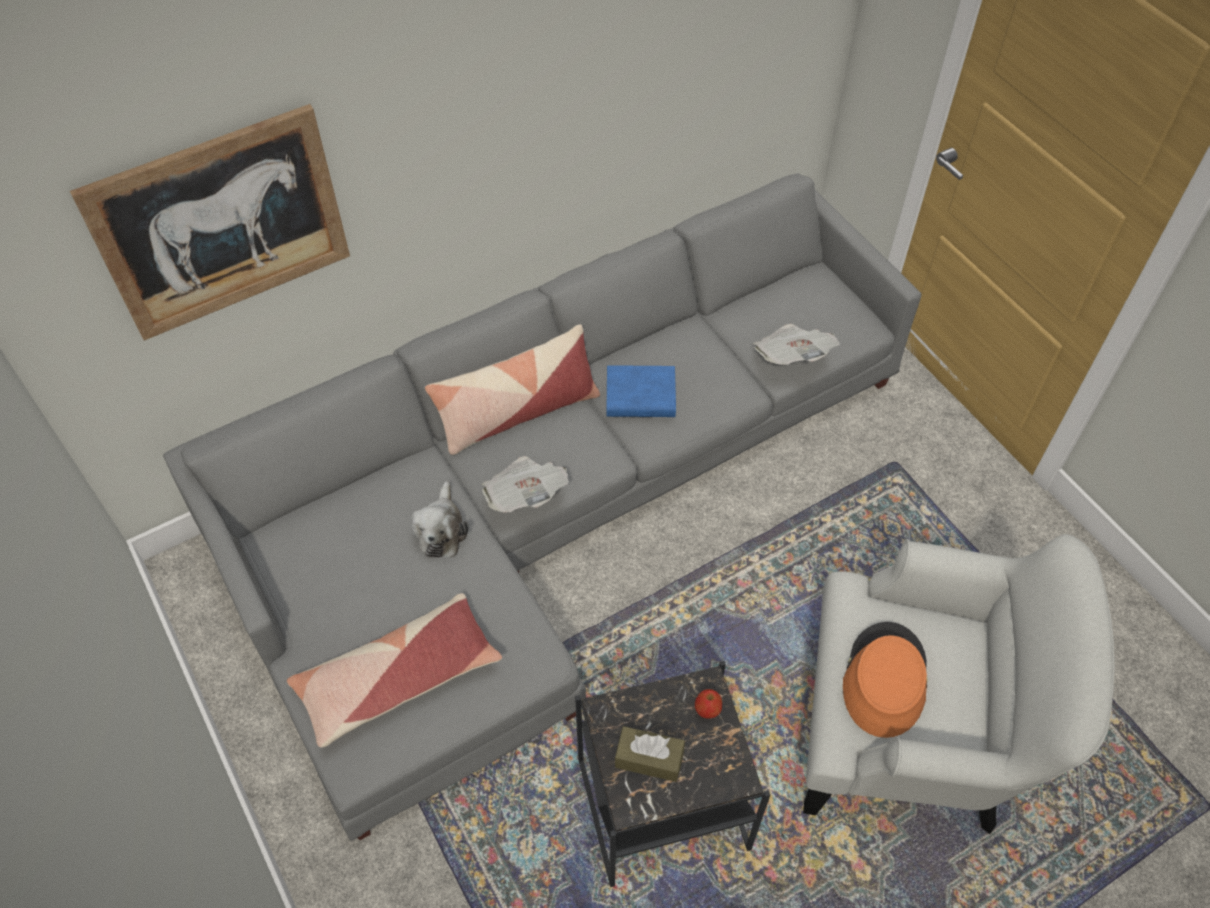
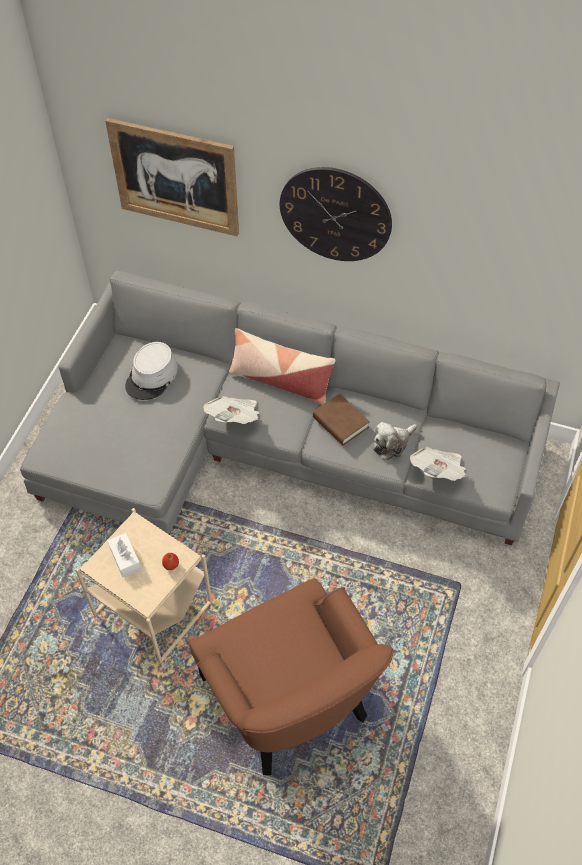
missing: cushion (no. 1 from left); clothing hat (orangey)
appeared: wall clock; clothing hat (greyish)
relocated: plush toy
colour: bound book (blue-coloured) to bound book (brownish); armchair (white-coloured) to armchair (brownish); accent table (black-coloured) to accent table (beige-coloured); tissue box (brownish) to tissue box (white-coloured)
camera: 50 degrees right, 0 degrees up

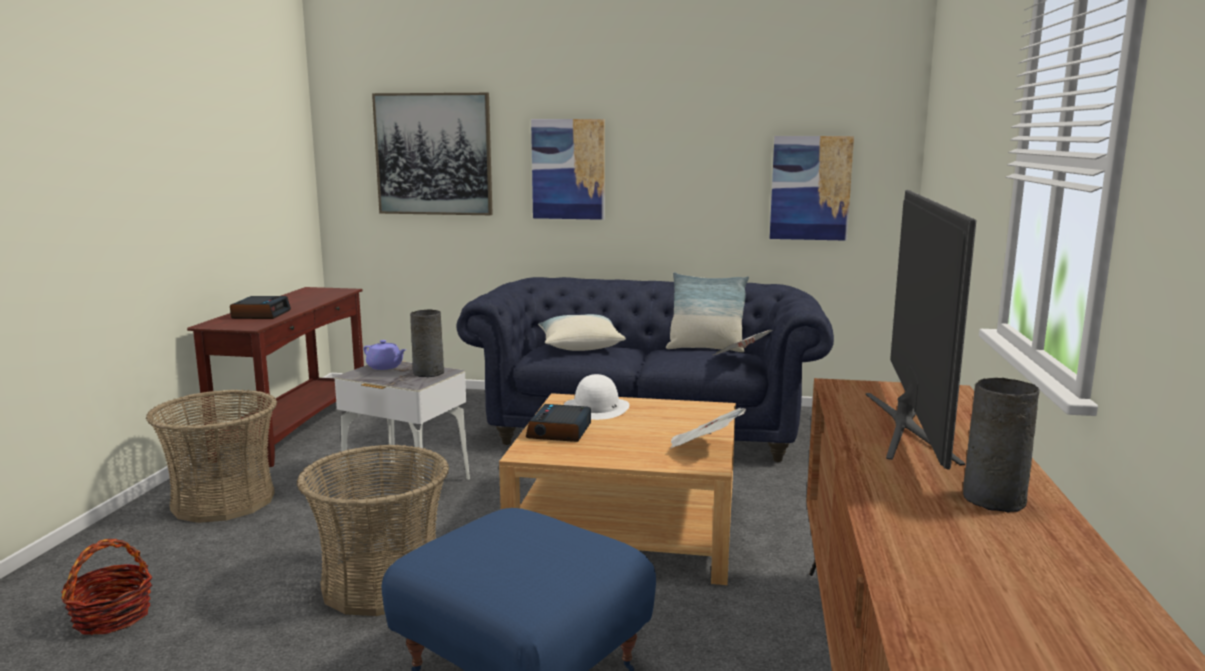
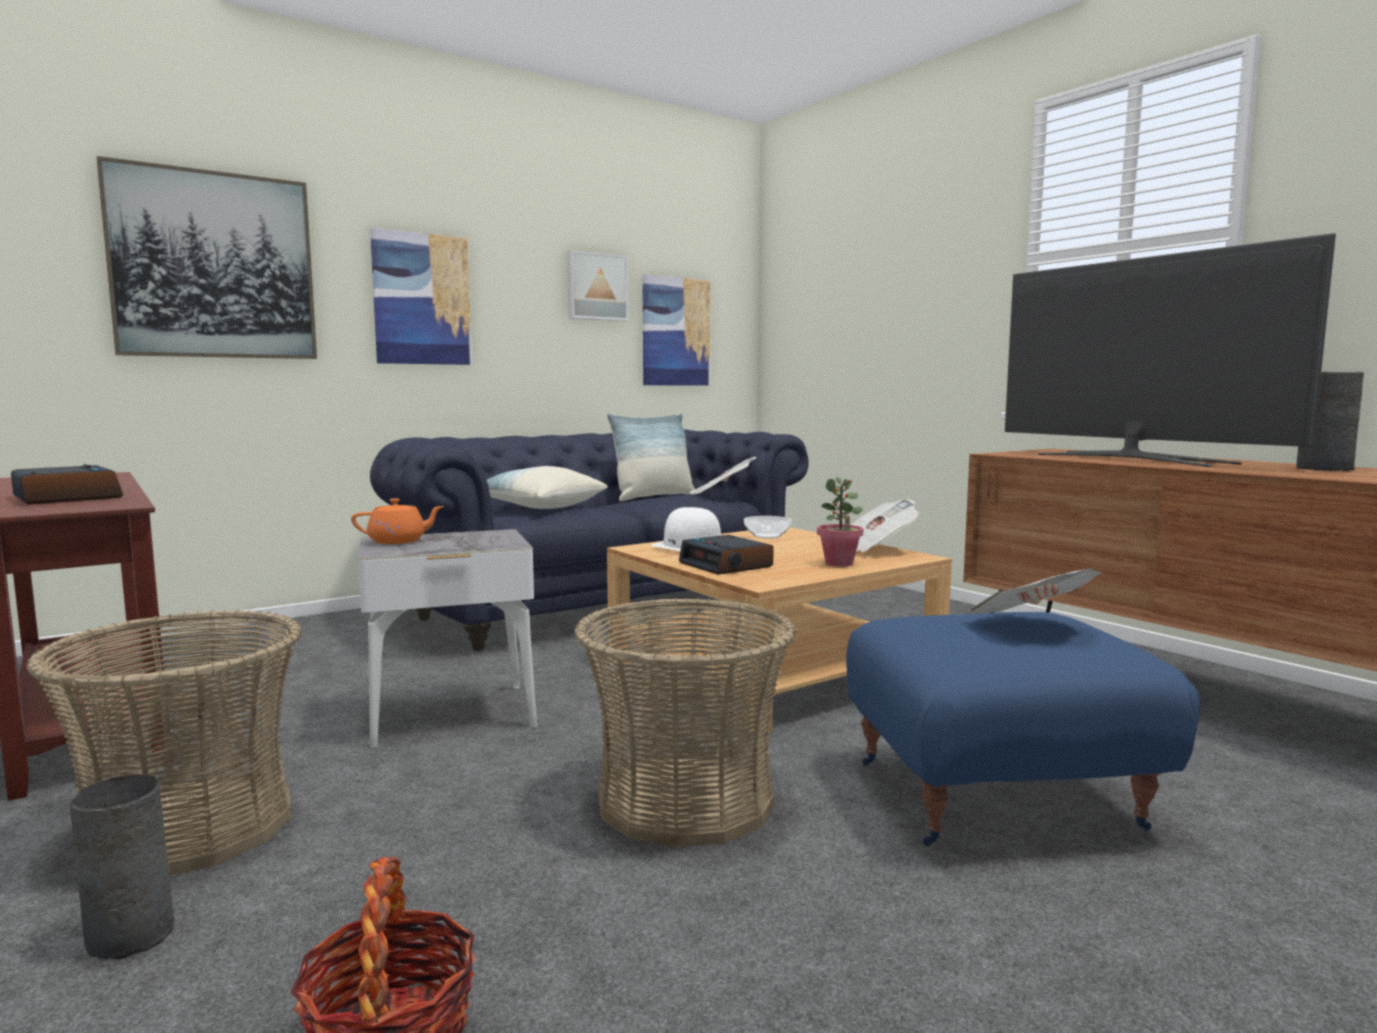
appeared: wall picture (no. 3 from left); houseplant; serving bowl; printed paper (no. 3 from left)
relocated: decorative vase (greyish) (no. 1 from left)
colour: teapot (purplish) to teapot (orangey)
camera: 45 degrees left, 5 degrees down

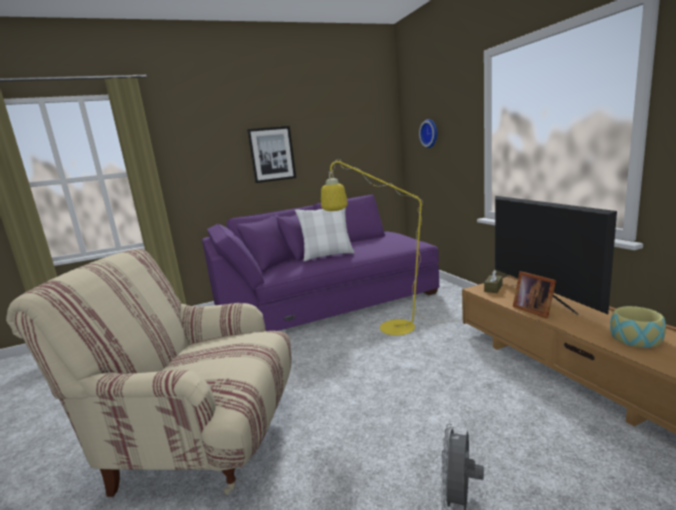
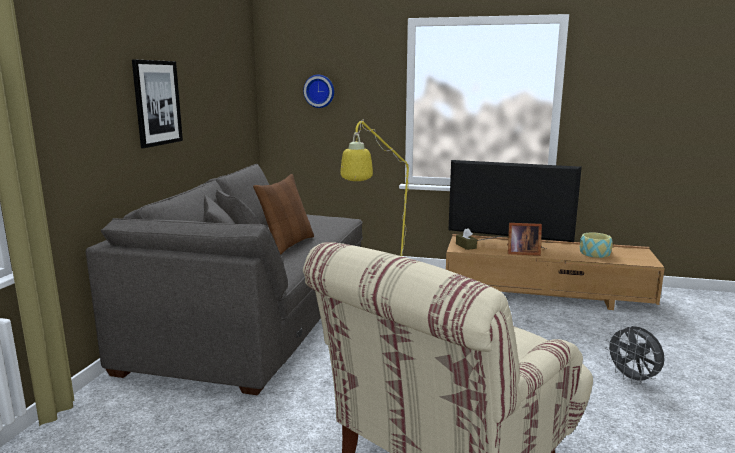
colour: couch (purplish) to couch (greyish); cushion (white-coloured) to cushion (brownish)
camera: 55 degrees left, 0 degrees up

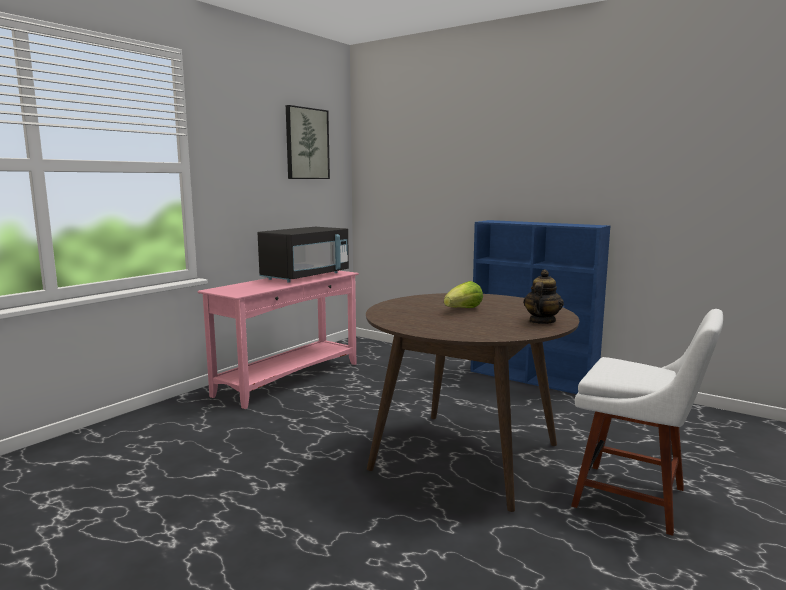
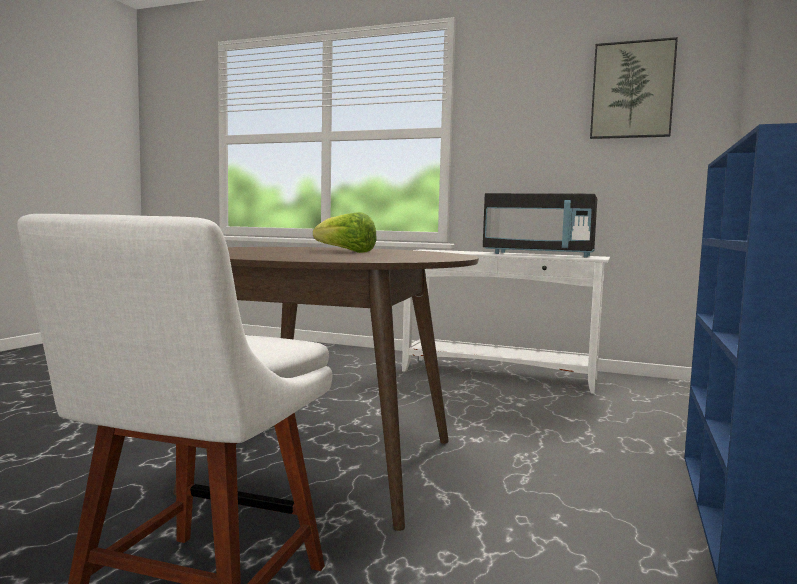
missing: teapot
colour: hall table (pink-coloured) to hall table (white-coloured)
camera: 75 degrees right, 5 degrees down

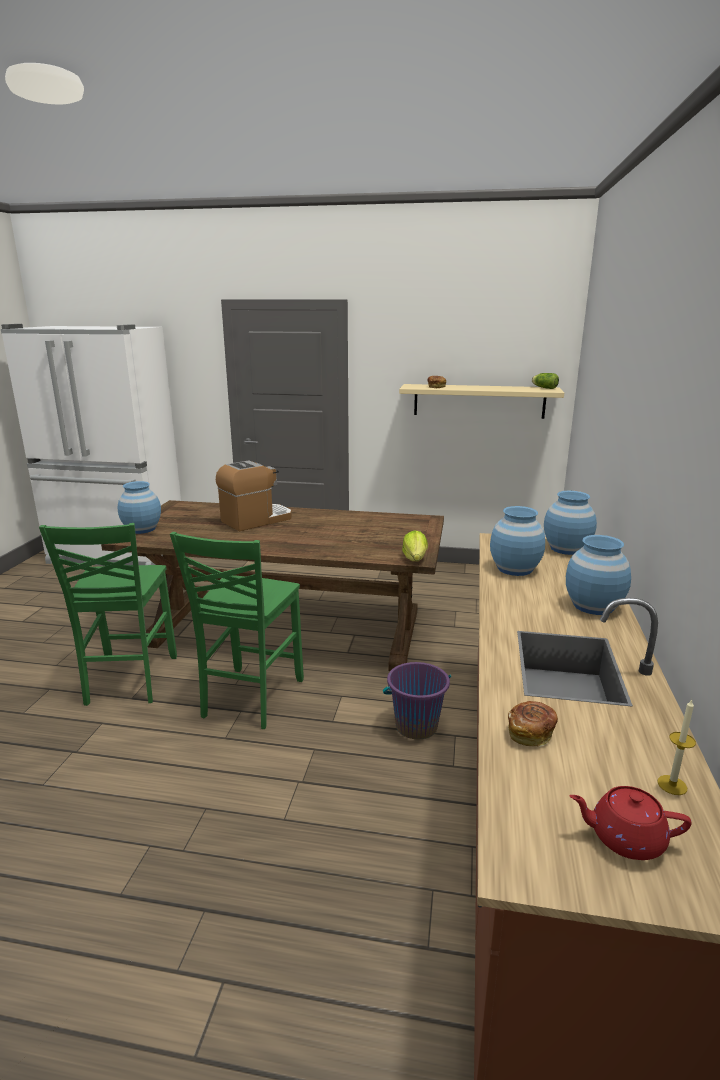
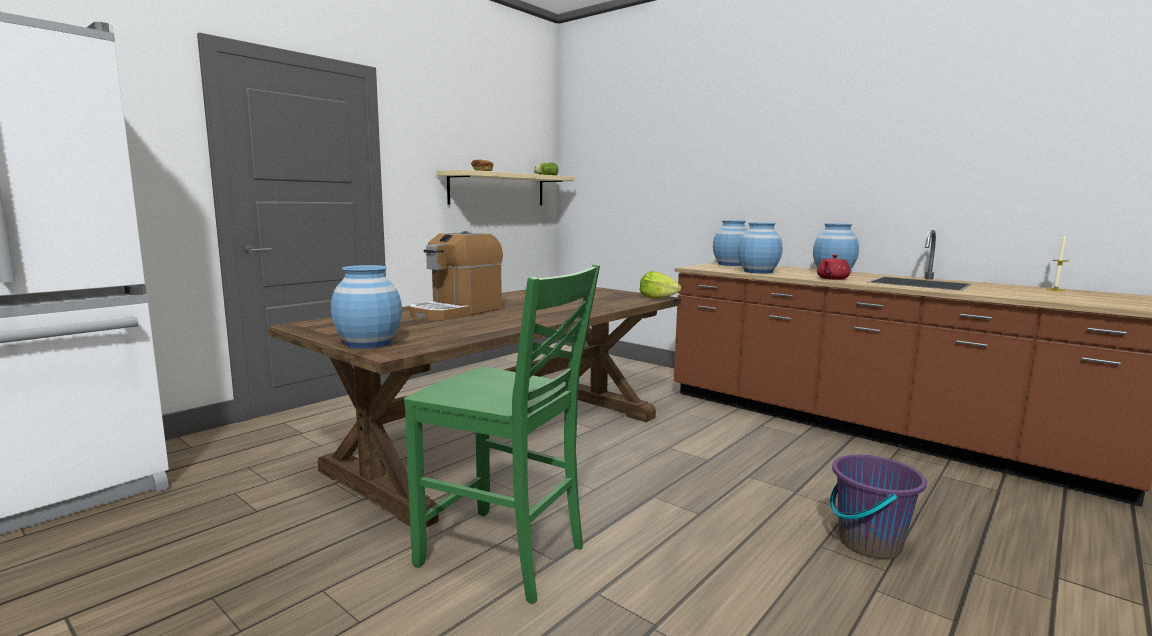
missing: plain chair (green-coloured) (no. 2 from left); bakery bread (no. 2 from left)
relocated: pail (purplish); teapot (red)
spun: coffee brewer 135 degrees counterclockwise
camera: 60 degrees left, 10 degrees down

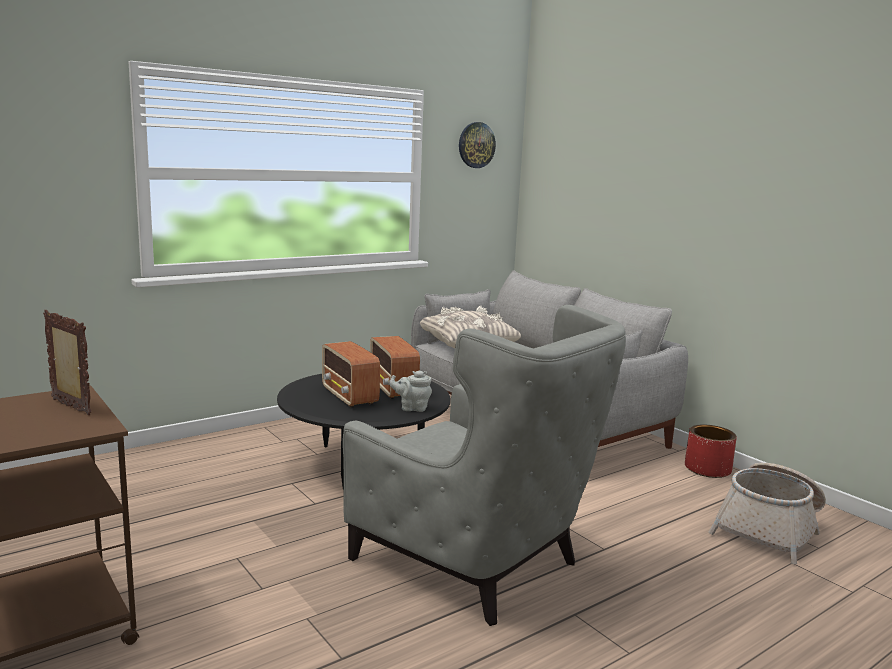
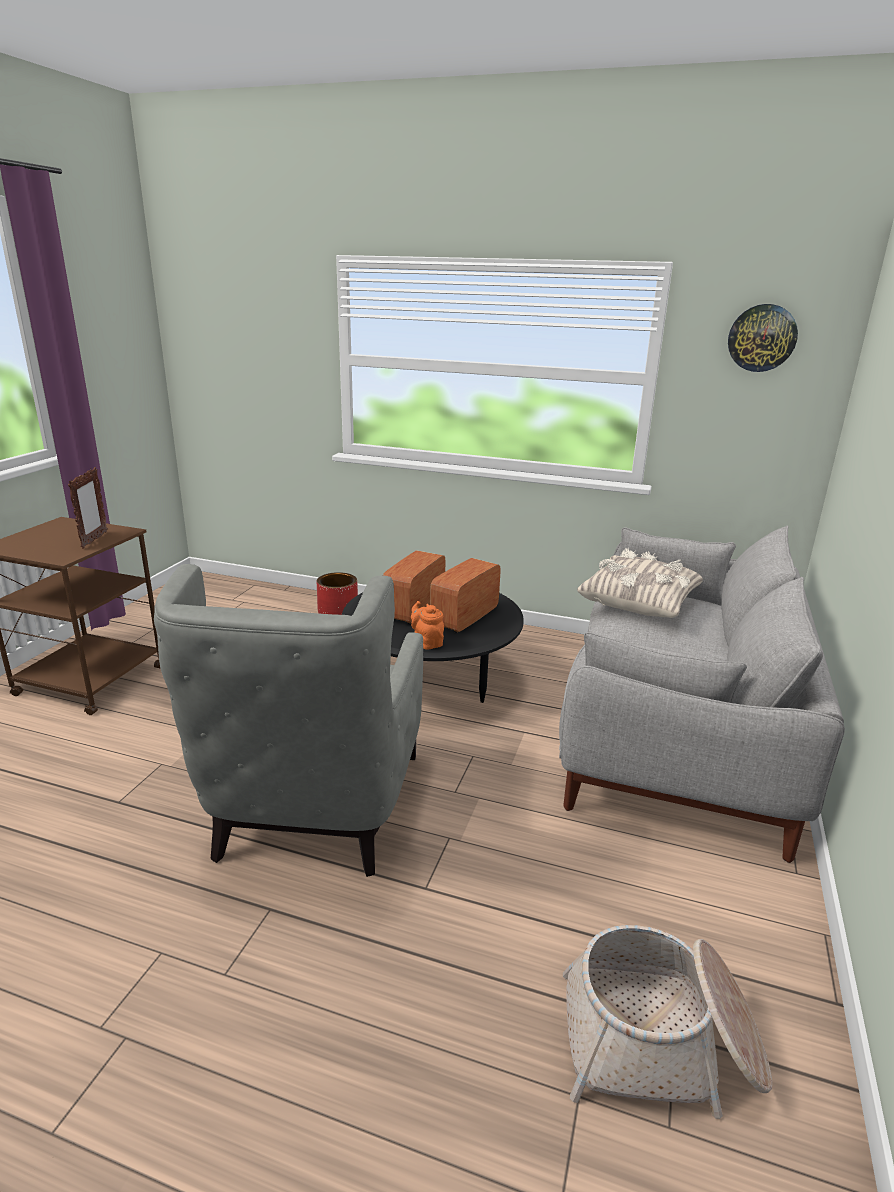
relocated: planter (red)
colour: teapot (greyish) to teapot (orangey)
camera: 55 degrees right, 10 degrees up

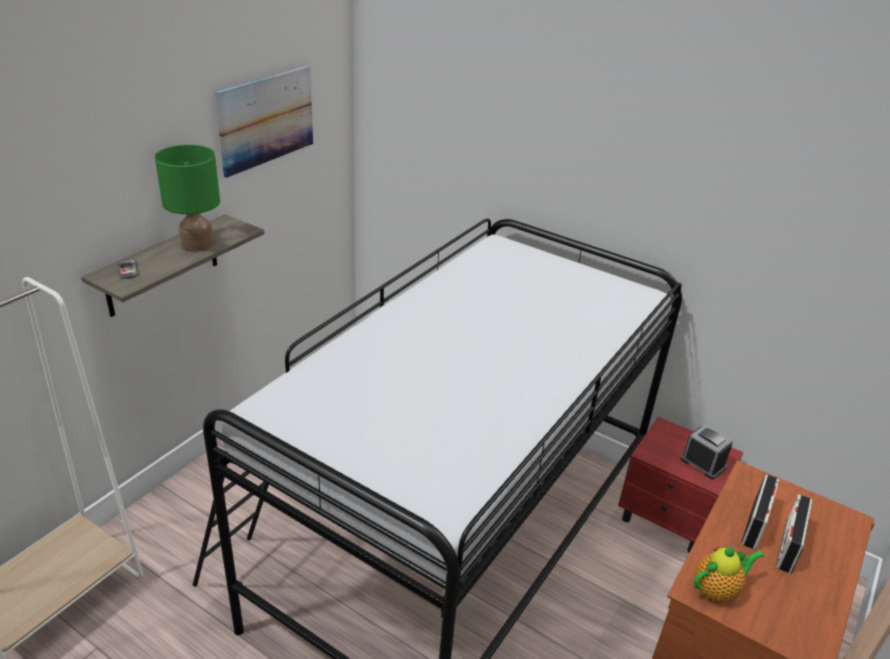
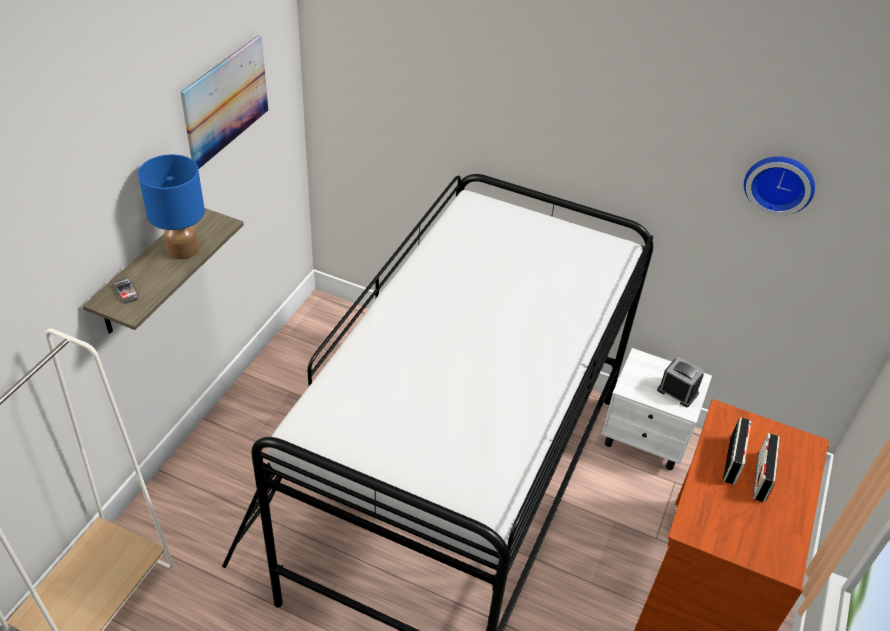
missing: teapot
appeared: wall clock
colour: tabletop lamp (green-coloured) to tabletop lamp (blue-coloured); bedside table (red) to bedside table (white-coloured)
camera: 10 degrees left, 10 degrees up

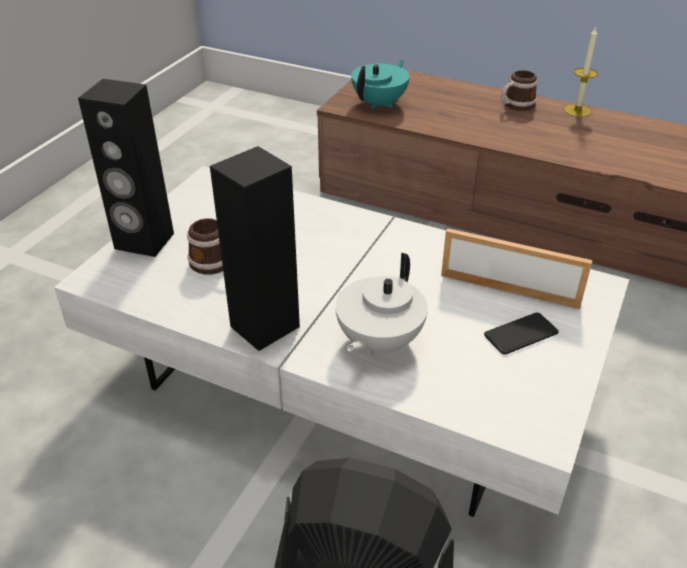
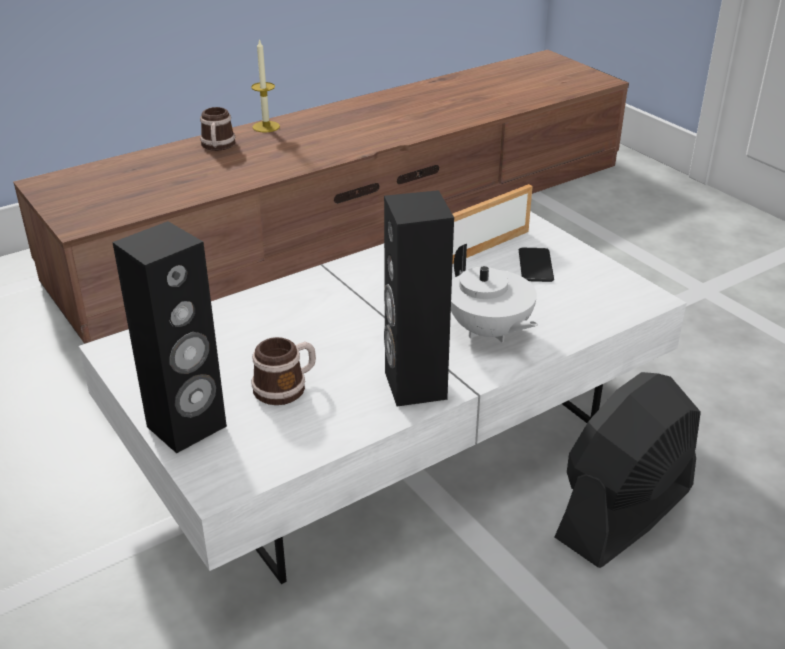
missing: teapot (blue-green)
camera: 60 degrees left, 5 degrees down

